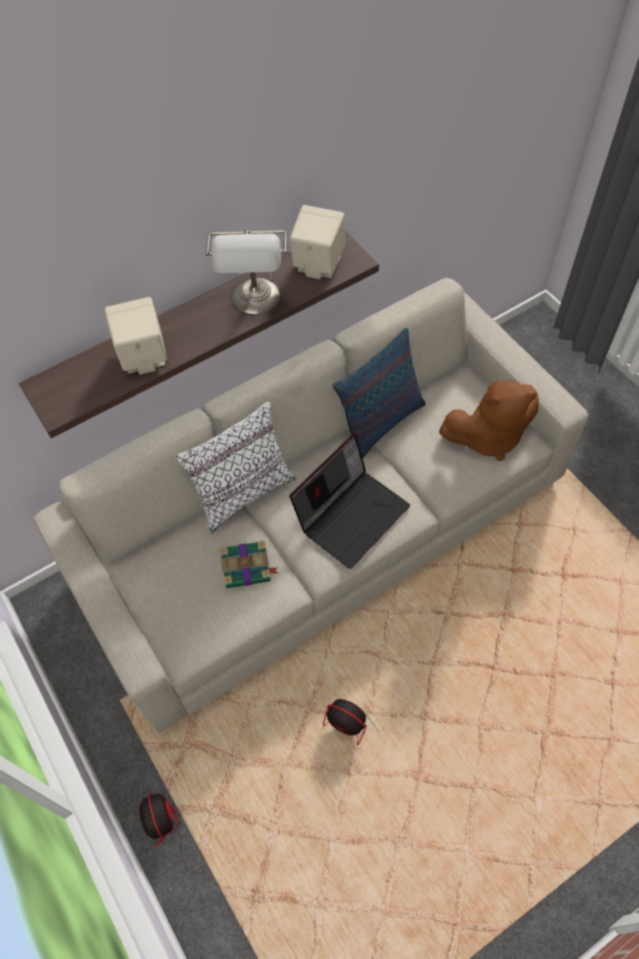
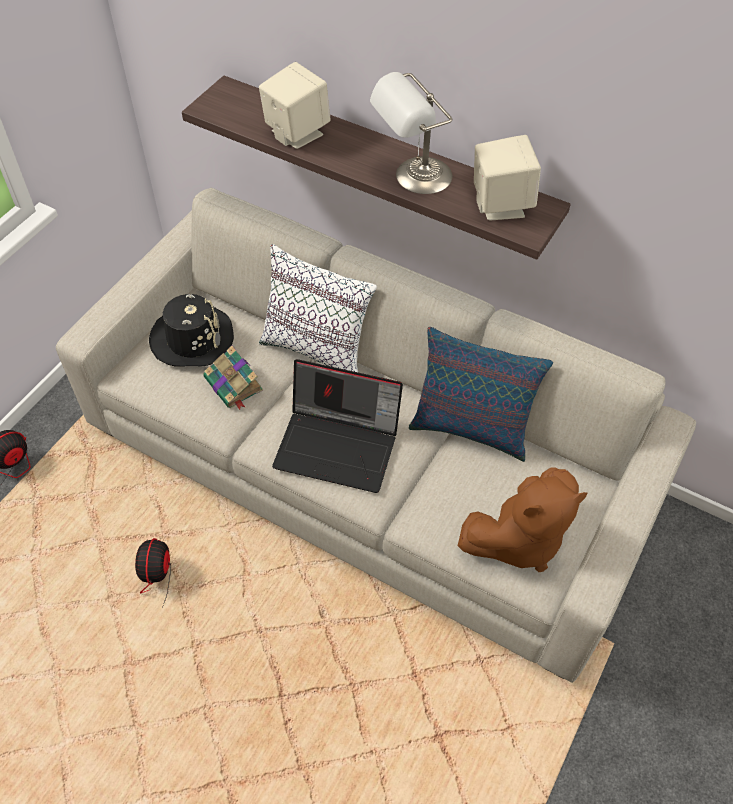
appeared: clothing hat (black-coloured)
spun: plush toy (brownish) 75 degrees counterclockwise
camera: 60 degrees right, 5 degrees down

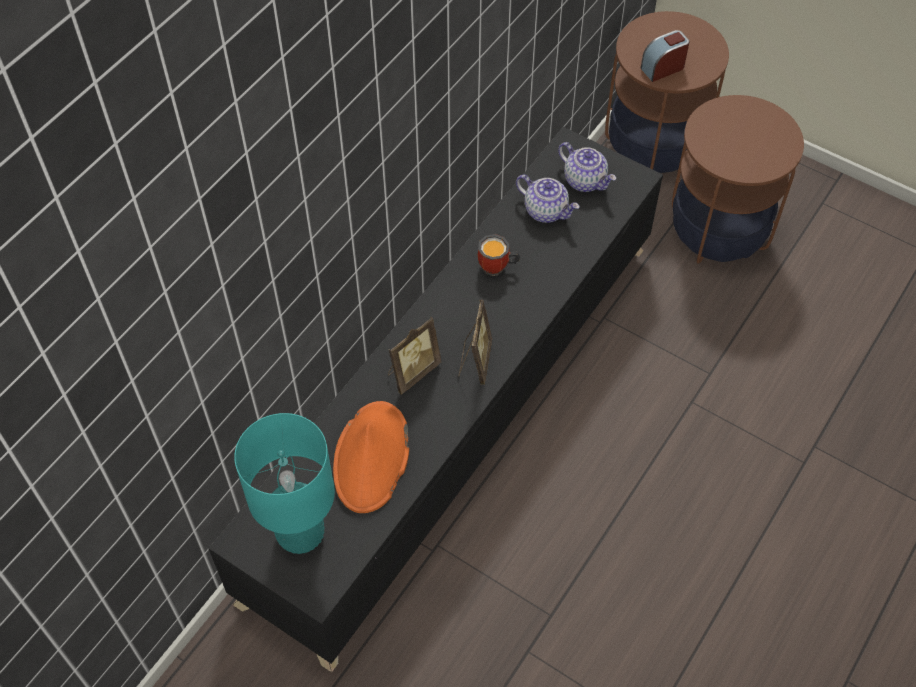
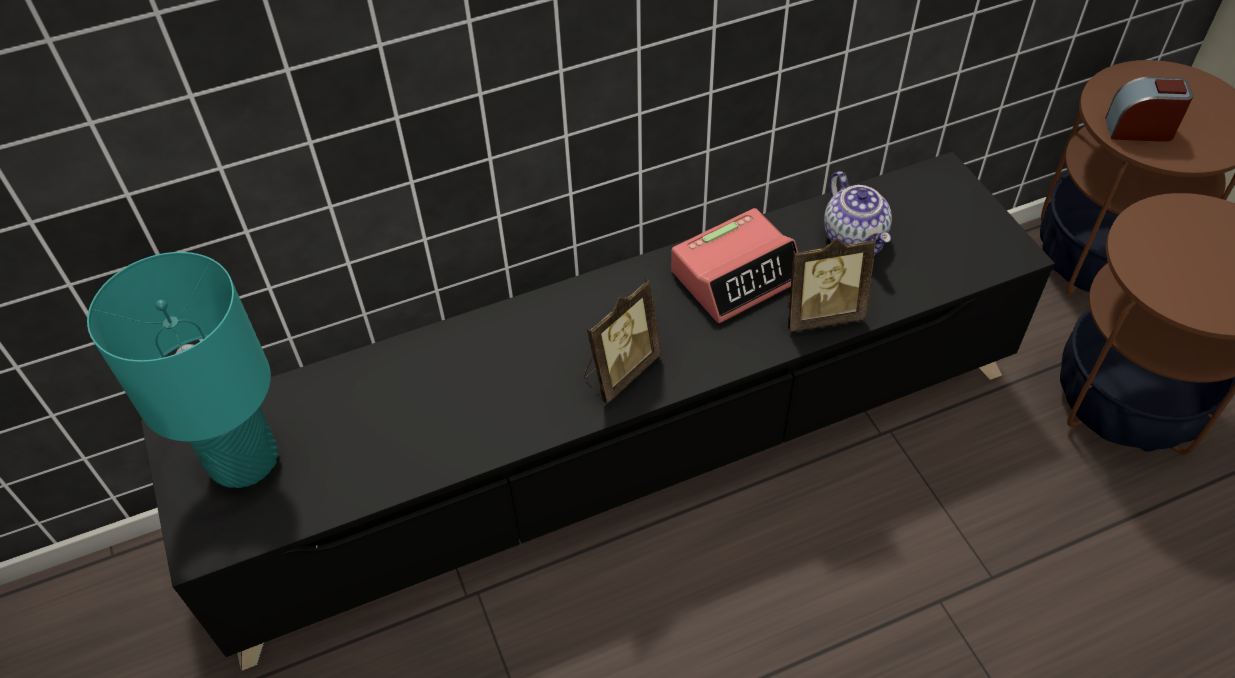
missing: teapot (no. 2 from left); clothing hat (orangey)
relocated: photo frame (no. 1 from left in the first image) to photo frame (no. 2 from left)
exchanged: coffee mug to table clock (no. 1 from left)
camera: 35 degrees right, 5 degrees down

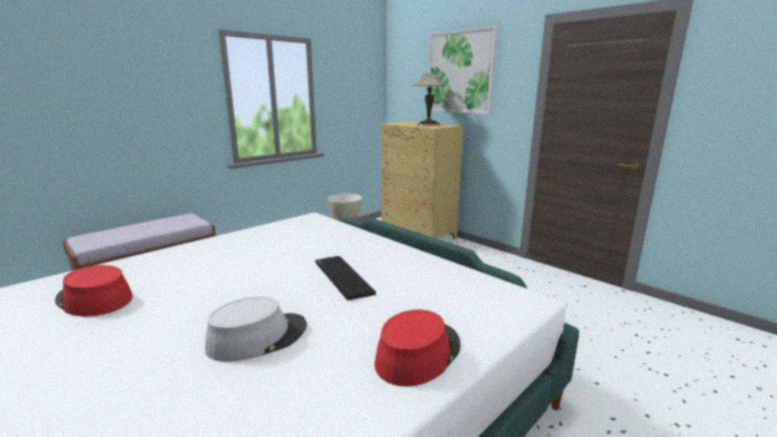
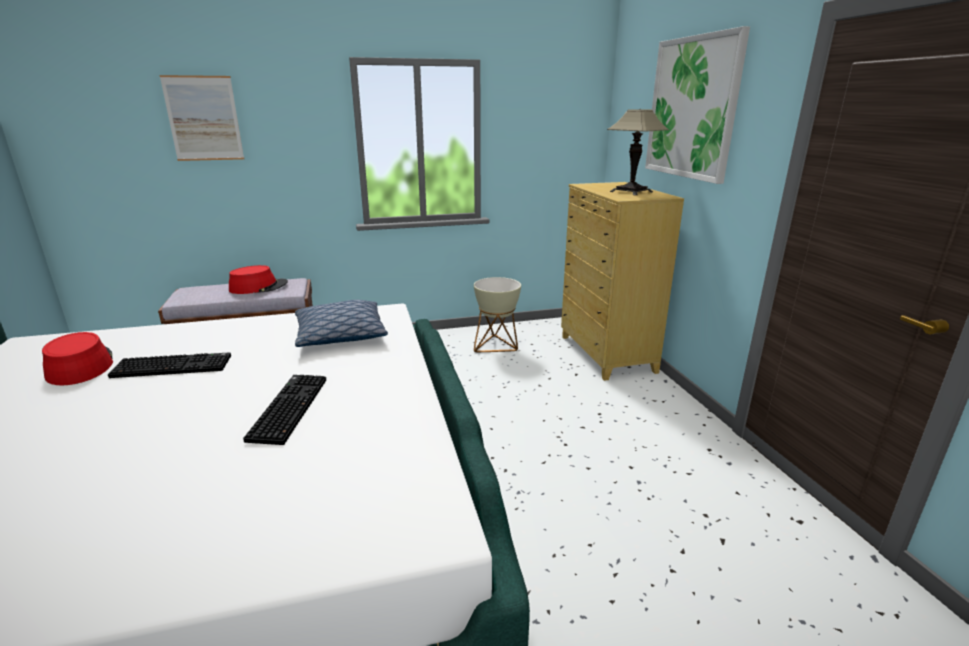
missing: clothing hat (greyish)
appeared: wall picture (no. 1 from left); cushion; PC keyboard (no. 1 from left)
relocated: clothing hat (red) (no. 2 from left)
camera: 30 degrees right, 5 degrees up

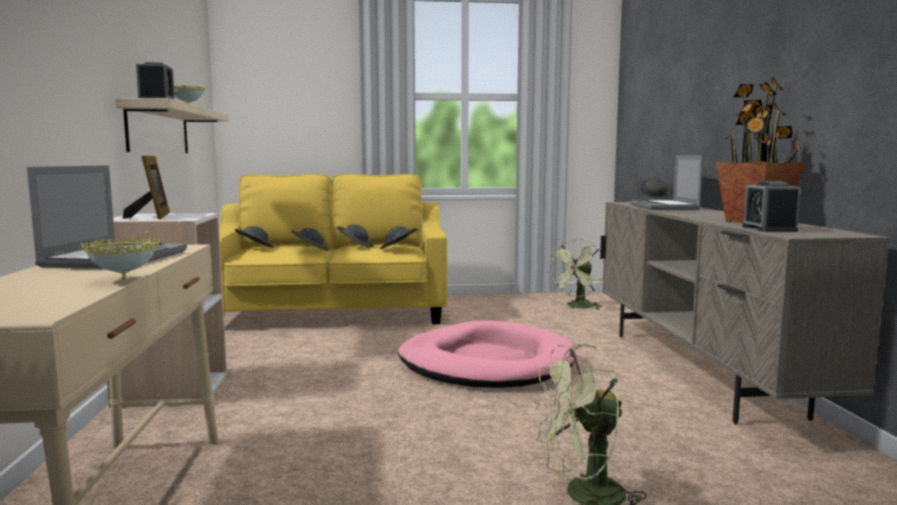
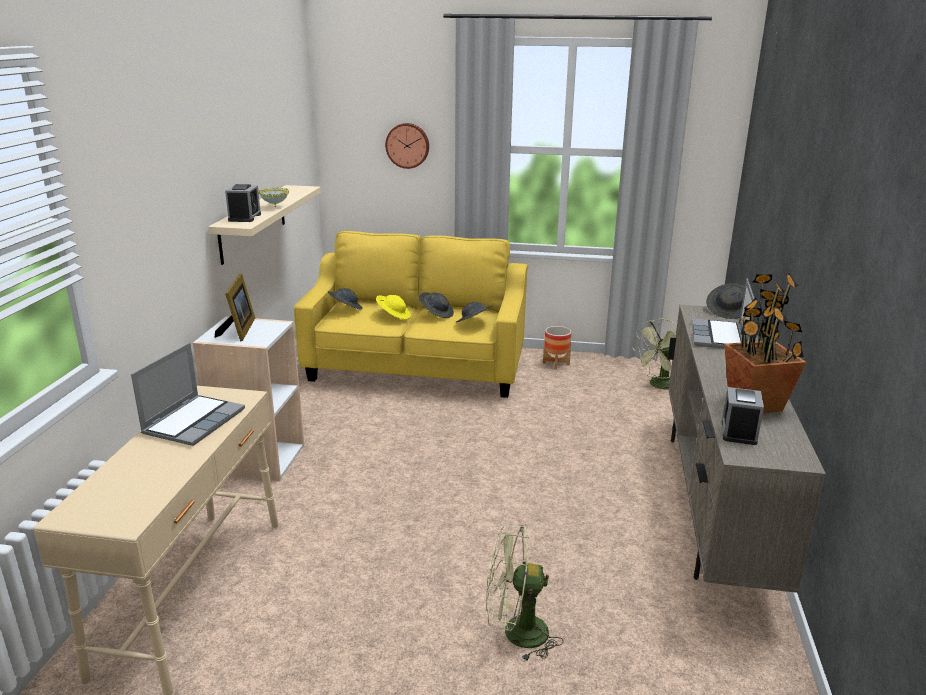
missing: serving bowl (no. 1 from left); dog bed (pink-coloured)
appeared: wall clock; planter
colour: clothing hat (greyish) (no. 2 from left) to clothing hat (yellowish)
camera: 15 degrees right, 15 degrees up

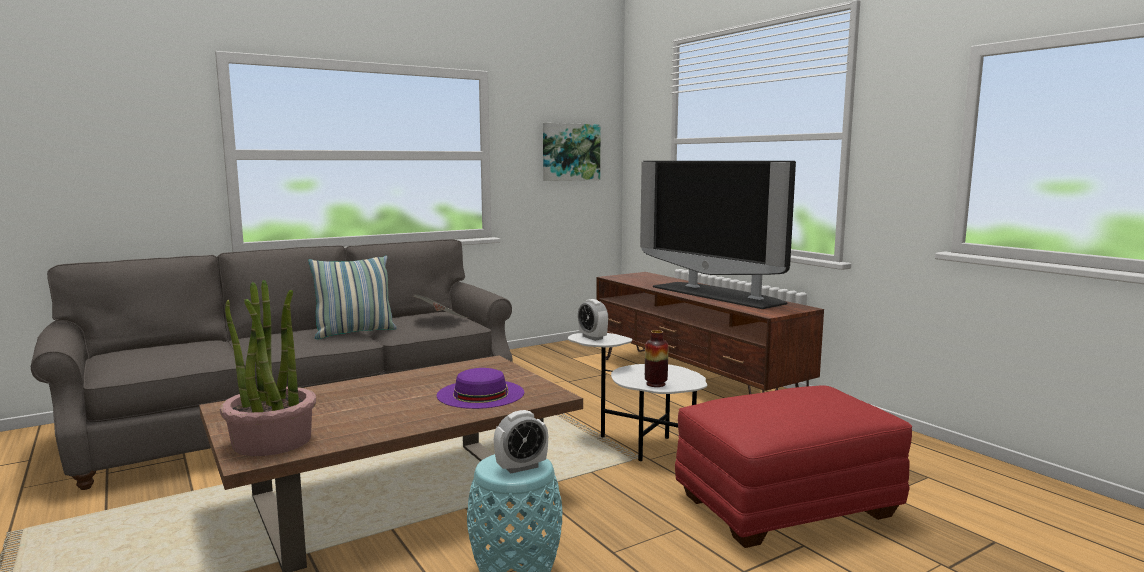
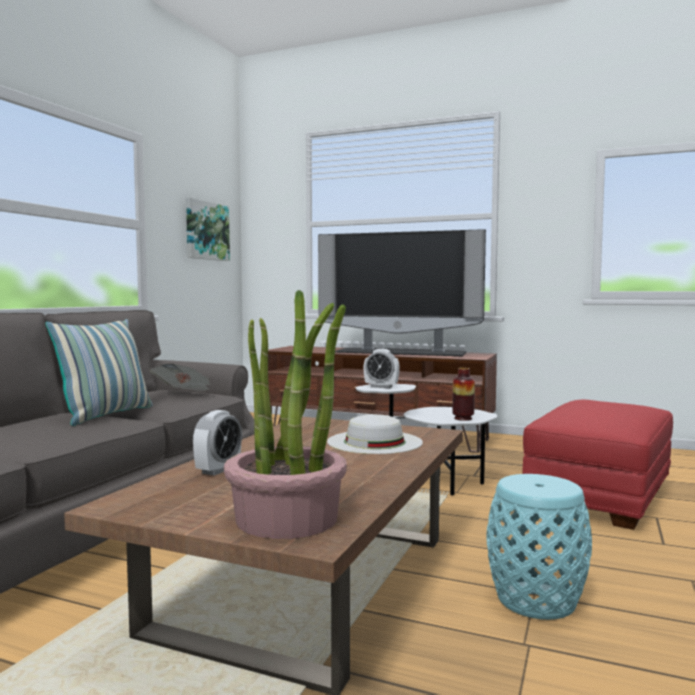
relocated: table clock (no. 1 from left)
colour: clothing hat (purplish) to clothing hat (white-coloured)
camera: 35 degrees left, 5 degrees down

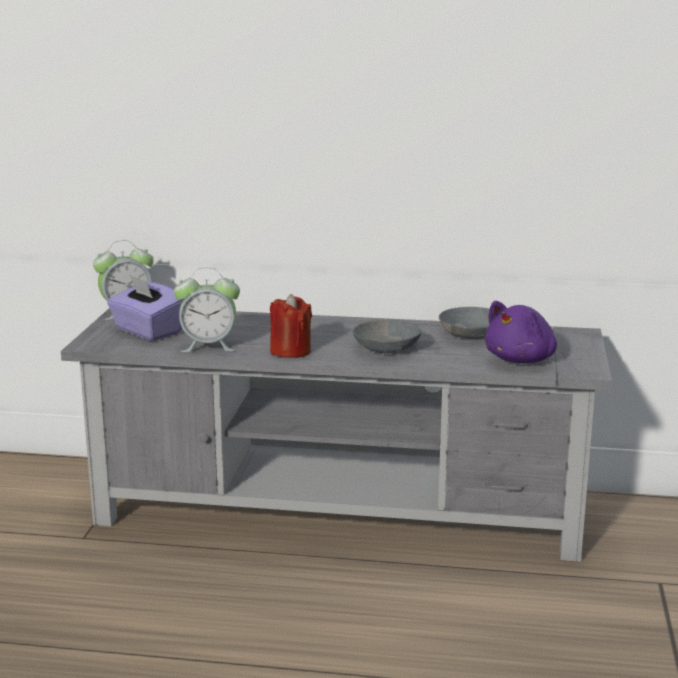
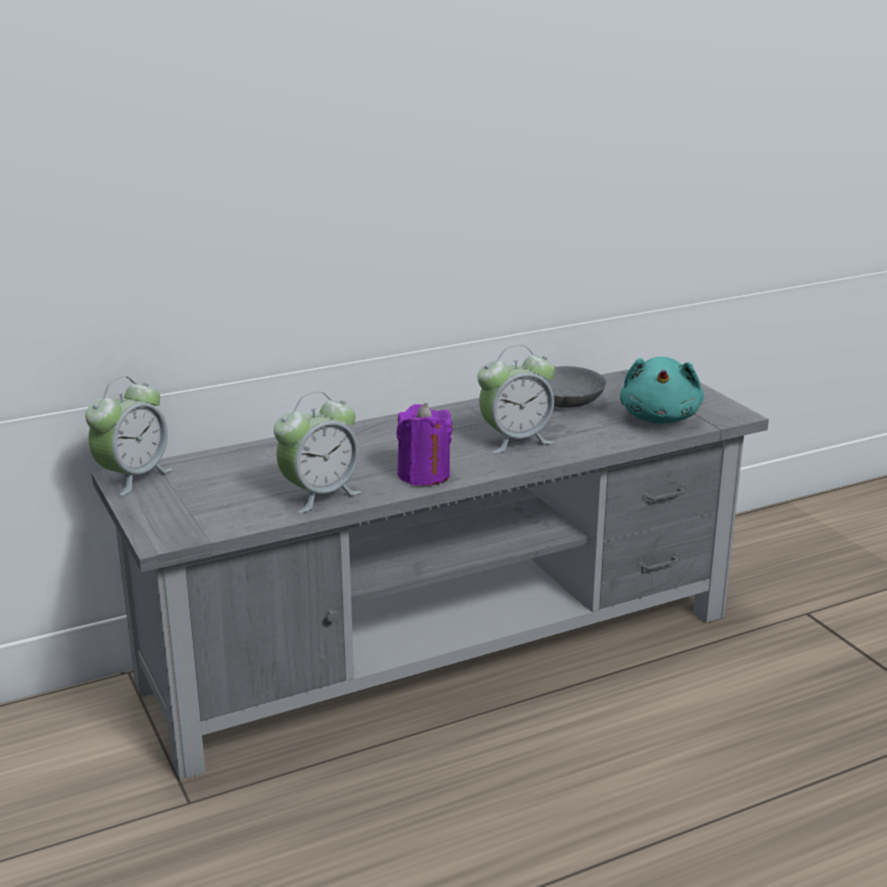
missing: tissue box (purplish)
exchanged: serving bowl (greyish) (no. 1 from left) to table clock (no. 3 from left)
colour: wax candle (red) to wax candle (purplish); plush toy (purplish) to plush toy (blue-green)
camera: 35 degrees left, 5 degrees up

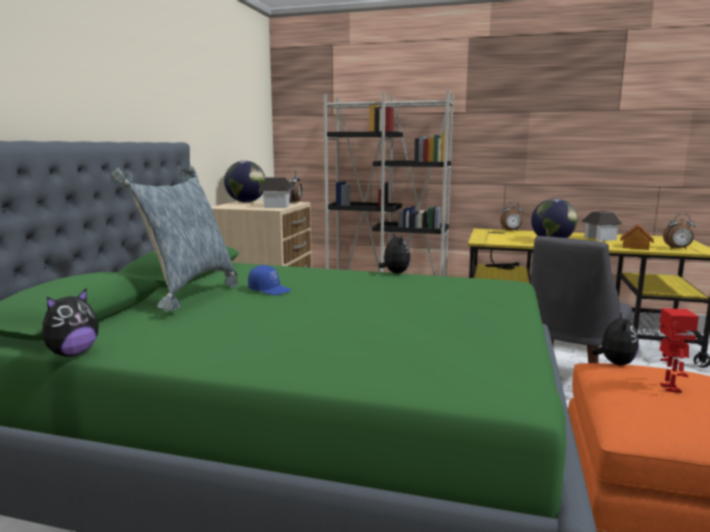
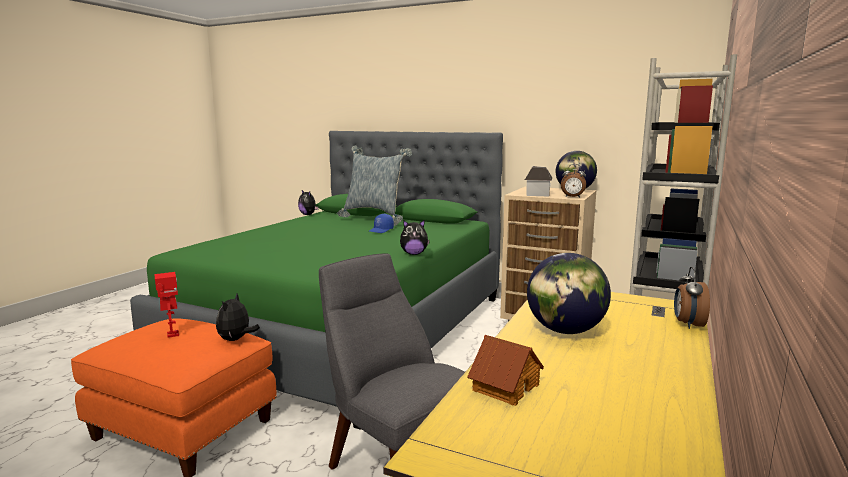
missing: model house (no. 2 from left); table clock (no. 3 from left)
spun: robot figure 135 degrees counterclockwise; plush toy (no. 3 from left in the first image) 75 degrees clockwise
camera: 100 degrees right, 0 degrees up

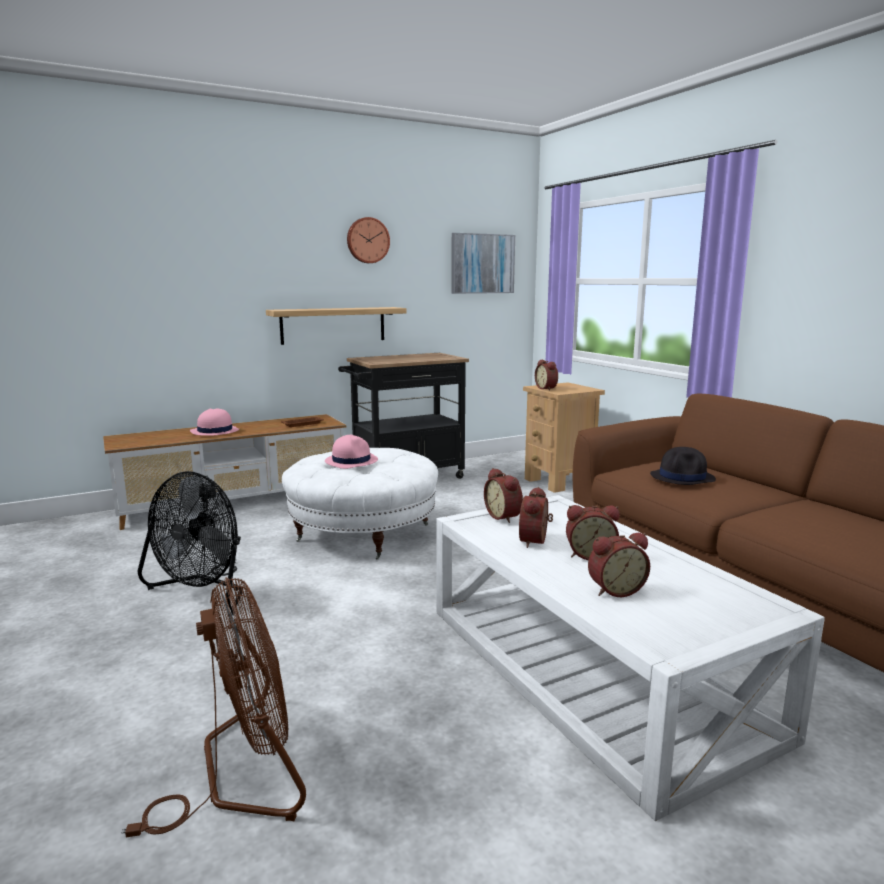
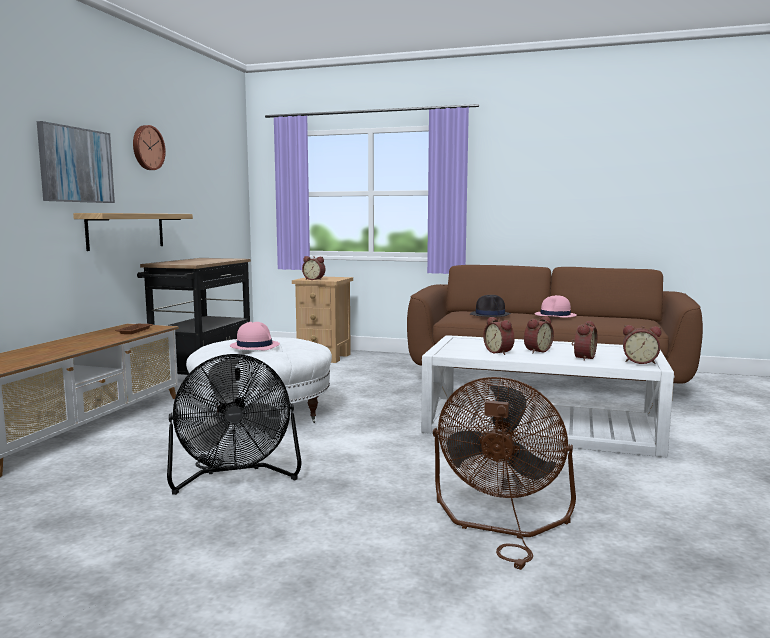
relocated: wall picture; clothing hat (pink-coloured) (no. 1 from left in the first image) to clothing hat (pink-coloured) (no. 2 from left); table clock (no. 1 from left in the first image) to table clock (no. 5 from left)
camera: 45 degrees left, 5 degrees down

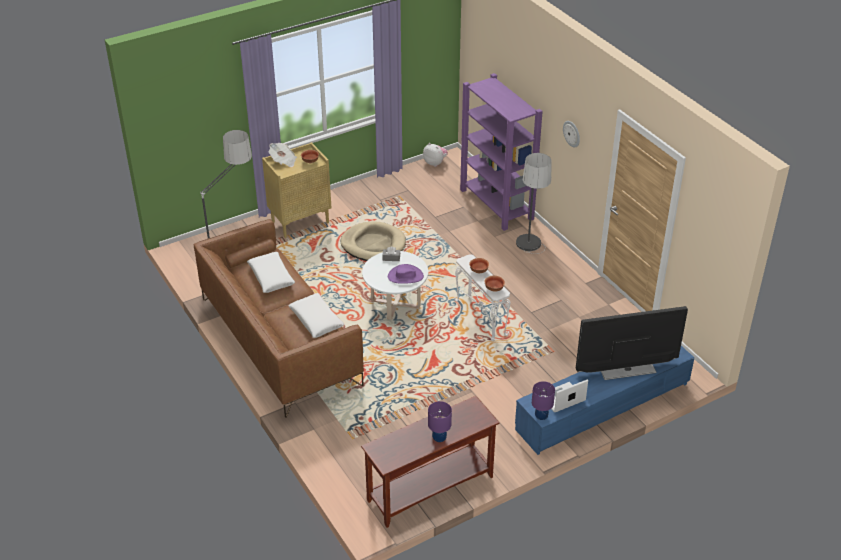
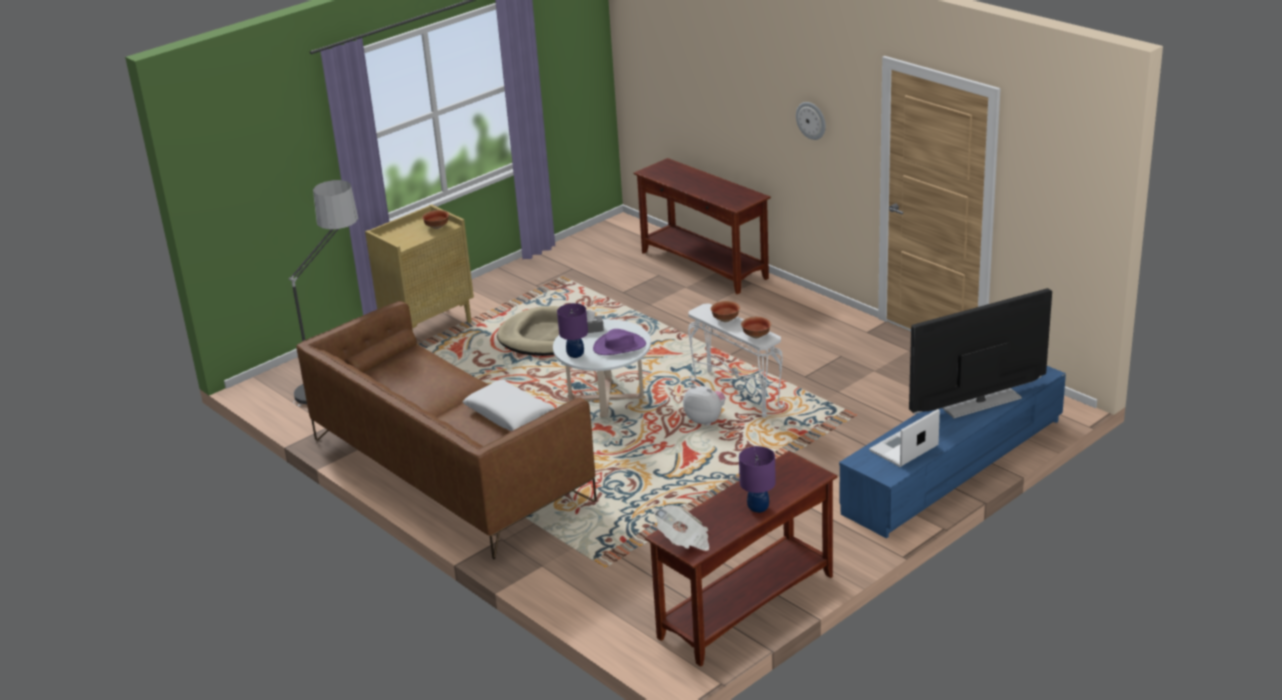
missing: standard lamp (no. 2 from left); cushion (white-coloured) (no. 1 from left)
relocated: printed paper; plush toy; tabletop lamp (purplish) (no. 2 from left in the first image) to tabletop lamp (purplish) (no. 1 from left)
exchanged: shelving unit (purplish) to hall table (brownish) (no. 1 from left)
camera: 10 degrees left, 10 degrees down

